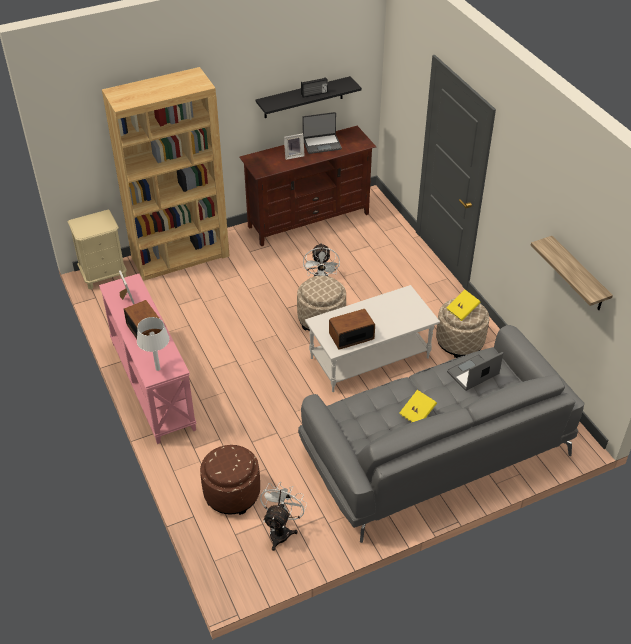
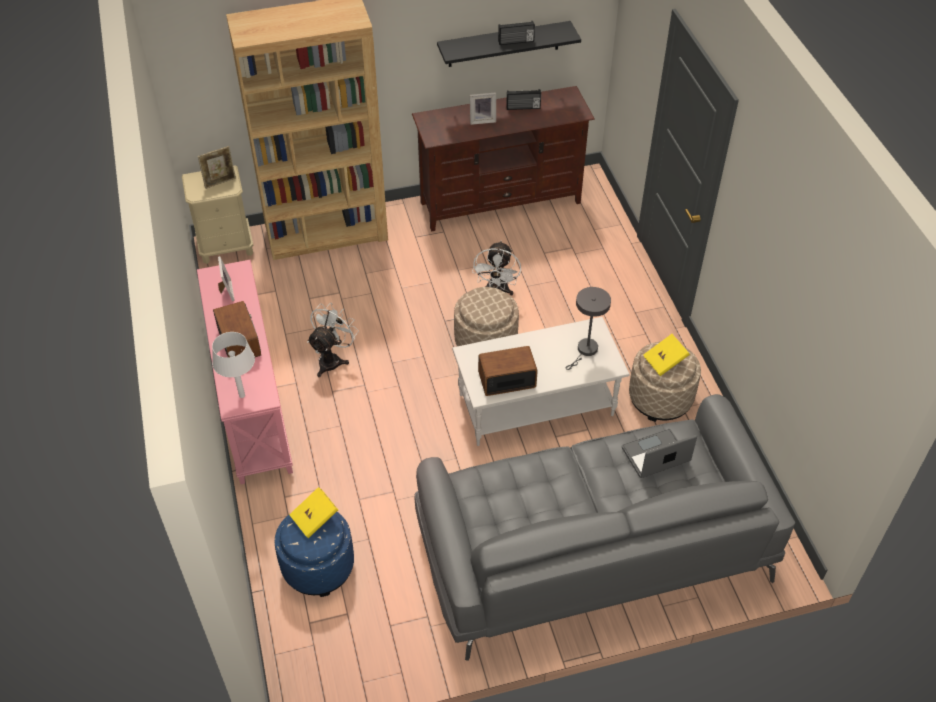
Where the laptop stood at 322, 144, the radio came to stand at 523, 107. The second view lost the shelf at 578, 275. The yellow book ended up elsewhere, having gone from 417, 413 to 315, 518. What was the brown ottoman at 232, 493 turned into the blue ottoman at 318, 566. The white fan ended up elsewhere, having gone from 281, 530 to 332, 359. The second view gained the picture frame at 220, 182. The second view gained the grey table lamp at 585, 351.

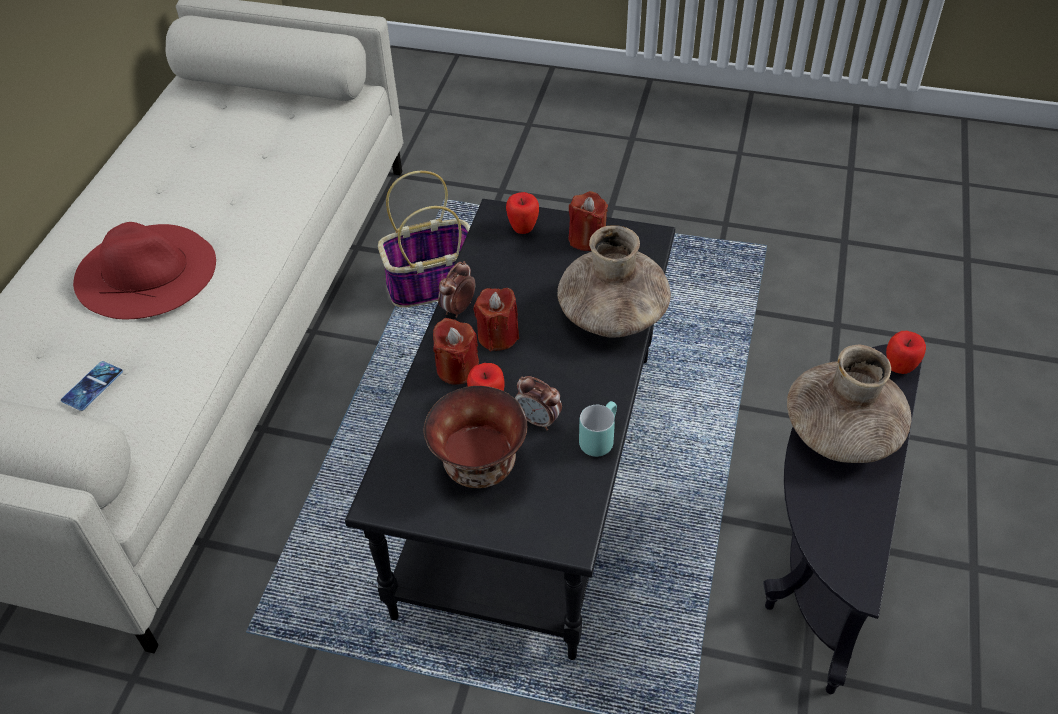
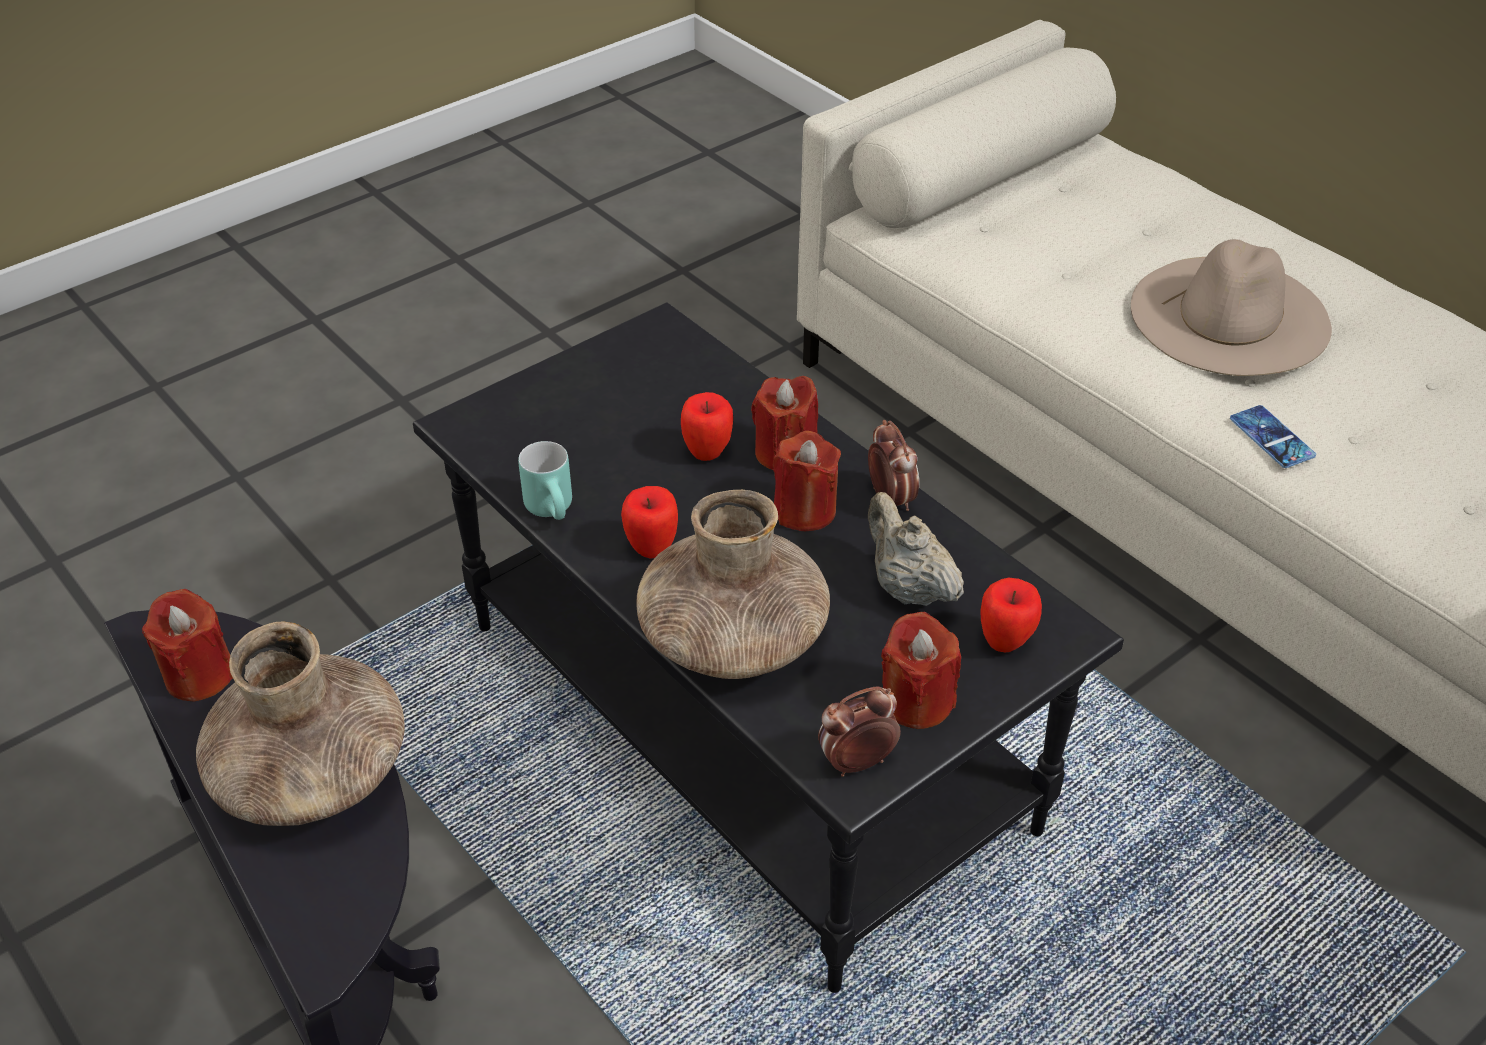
The second view lost the basket at 434, 283. What was the red hat at 145, 270 turned into the beige hat at 1230, 315. The apple ended up elsewhere, having gone from 899, 368 to 651, 548. The phone ended up elsewhere, having gone from 92, 386 to 1272, 437. The alarm clock ended up elsewhere, having gone from 538, 420 to 856, 763. The second view lost the bowl at 480, 467. The second view gained the beige teapot at 908, 588. The second view gained the red candle at 199, 675.

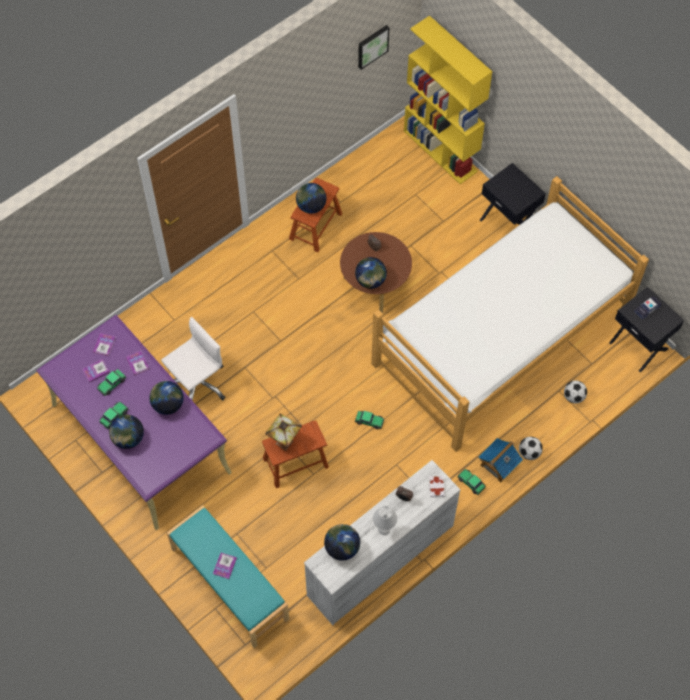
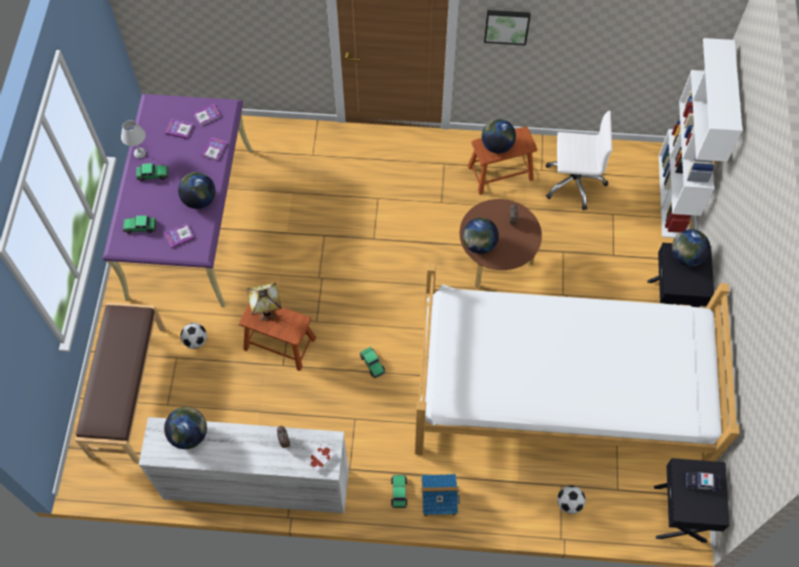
What was the yellow bookcase at 441, 151 turned into the white bookcase at 674, 196. The picture ended up elsewhere, having gone from 372, 46 to 506, 25. The white office chair ended up elsewhere, having gone from 197, 384 to 574, 182. The toy car ended up elsewhere, having gone from 111, 384 to 140, 226. The globe ended up elsewhere, having gone from 128, 438 to 686, 256. The football ended up elsewhere, having gone from 529, 453 to 196, 341. What was the turquoise bench at 229, 584 turned into the brown bench at 127, 391. The white table lamp ended up elsewhere, having gone from 384, 529 to 139, 154. The book ended up elsewhere, having gone from 225, 566 to 179, 236.

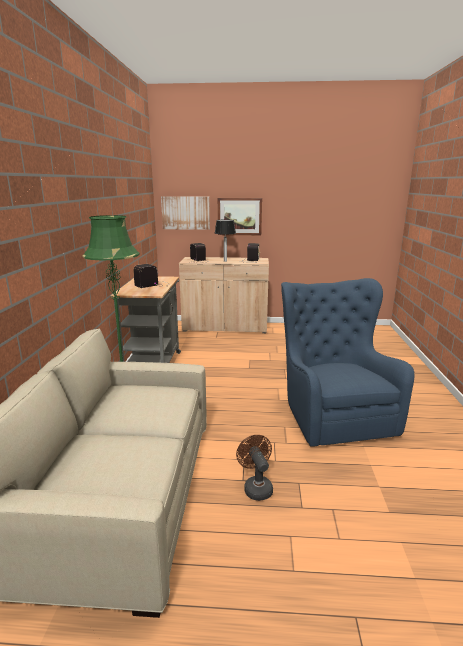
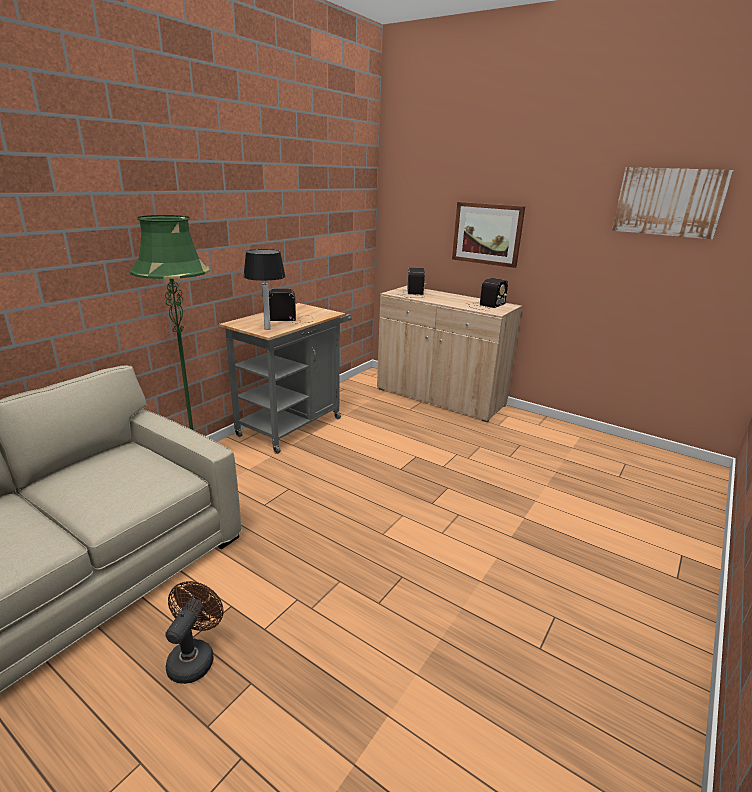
The picture ended up elsewhere, having gone from 185, 213 to 668, 202. The table lamp ended up elsewhere, having gone from 225, 261 to 267, 329. The second view lost the blue armchair at 332, 413.

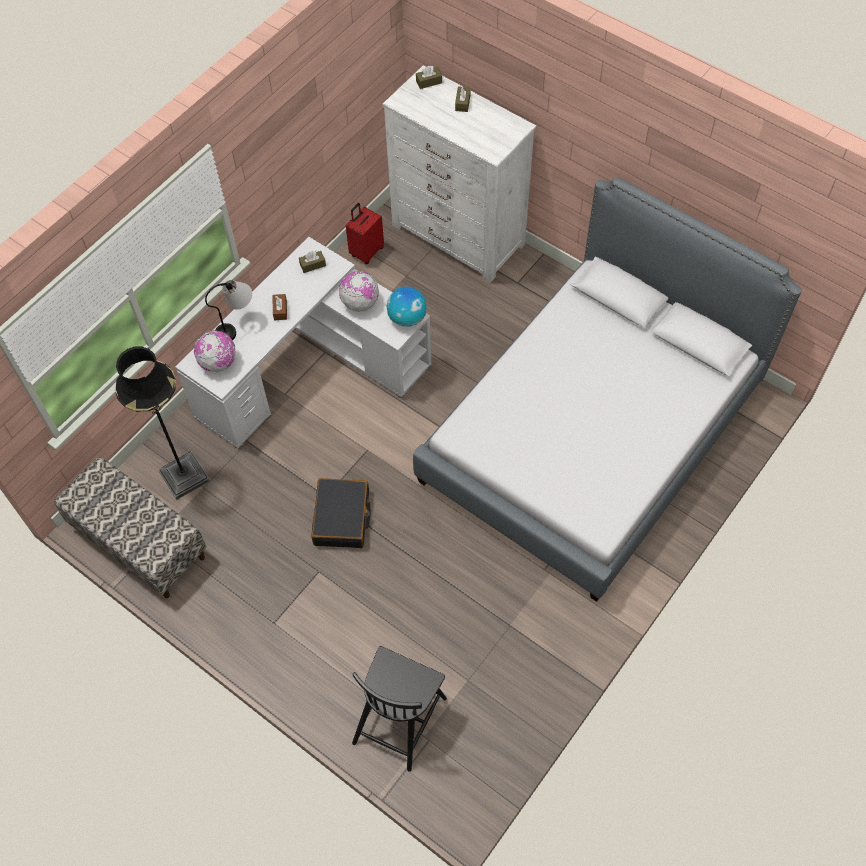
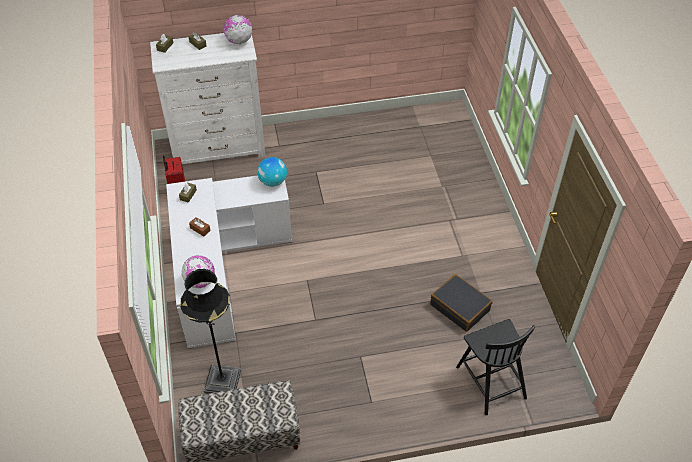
The second view lost the bed at 590, 432. The globe ended up elsewhere, having gone from 360, 303 to 239, 41. The second view lost the table lamp at 237, 325. The black suitcase ended up elsewhere, having gone from 342, 518 to 460, 307.

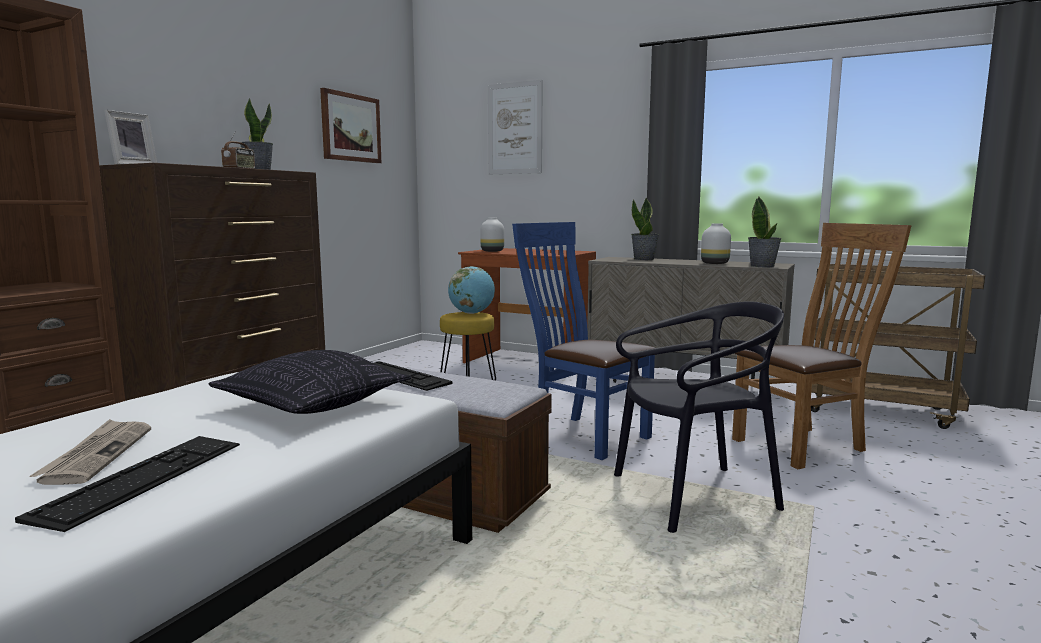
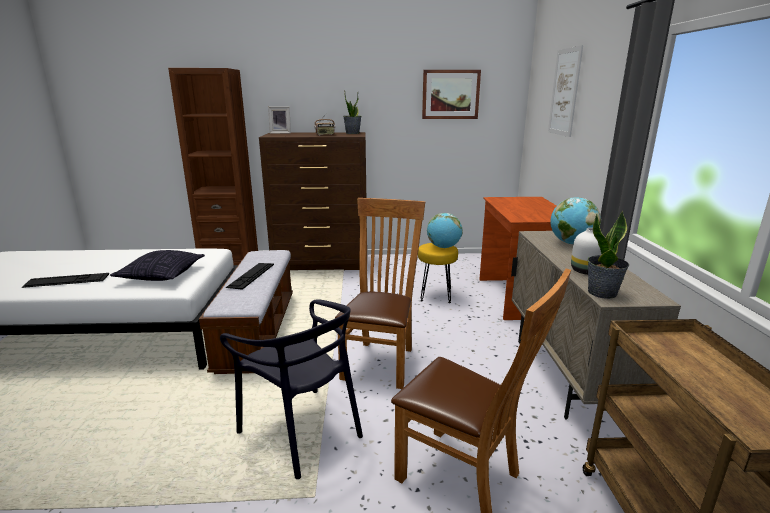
Where the potted plant stood at 644, 259, the globe came to stand at 571, 243. The second view lost the white vase at 493, 251. What was the blue chair at 583, 434 turned into the brown chair at 381, 361. The second view lost the newspaper at 97, 454.

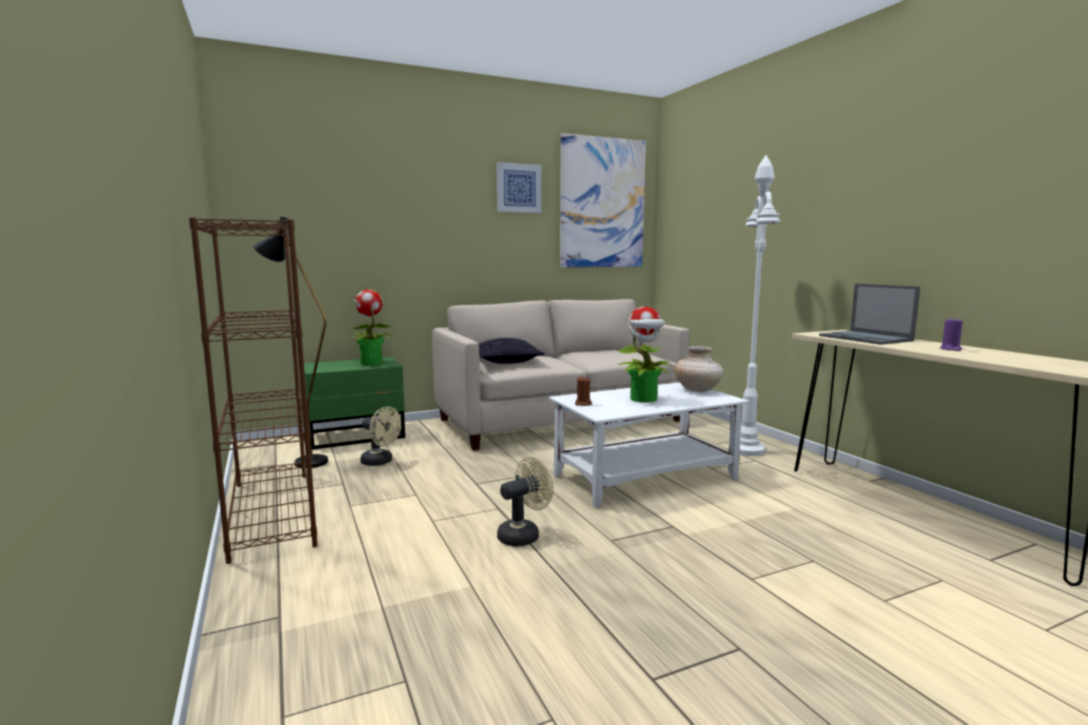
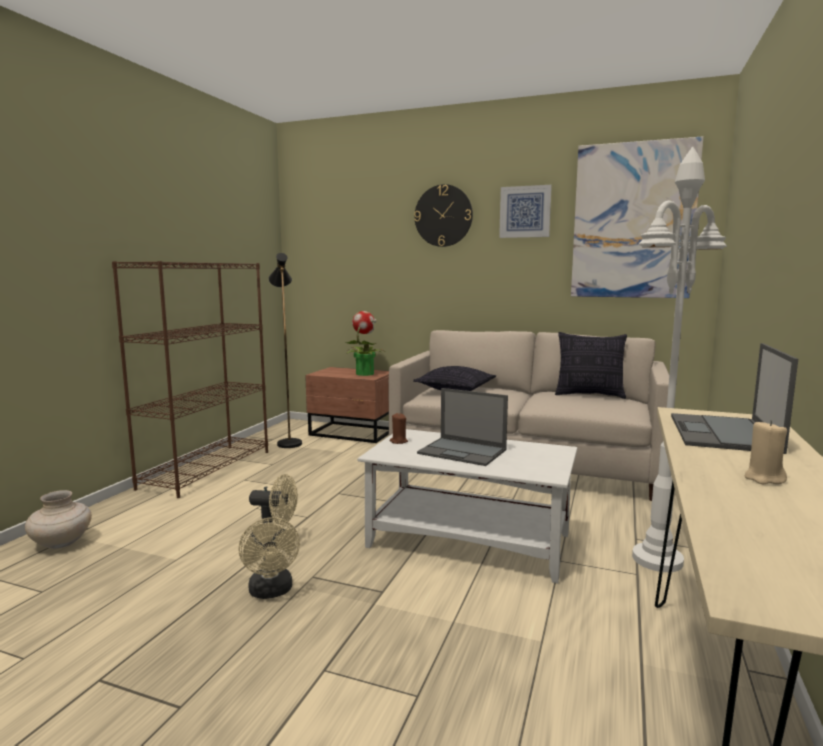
Where the potted plant stood at 644, 399, the laptop came to stand at 463, 452. What was the purple candle at 950, 349 turned into the beige candle at 764, 478. The beige vase ended up elsewhere, having gone from 697, 390 to 61, 543. What was the green nightstand at 357, 436 turned into the brown nightstand at 352, 433. The beige fan ended up elsewhere, having gone from 380, 462 to 271, 592. The second view gained the wall clock at 443, 216. The second view gained the pillow at 589, 395.

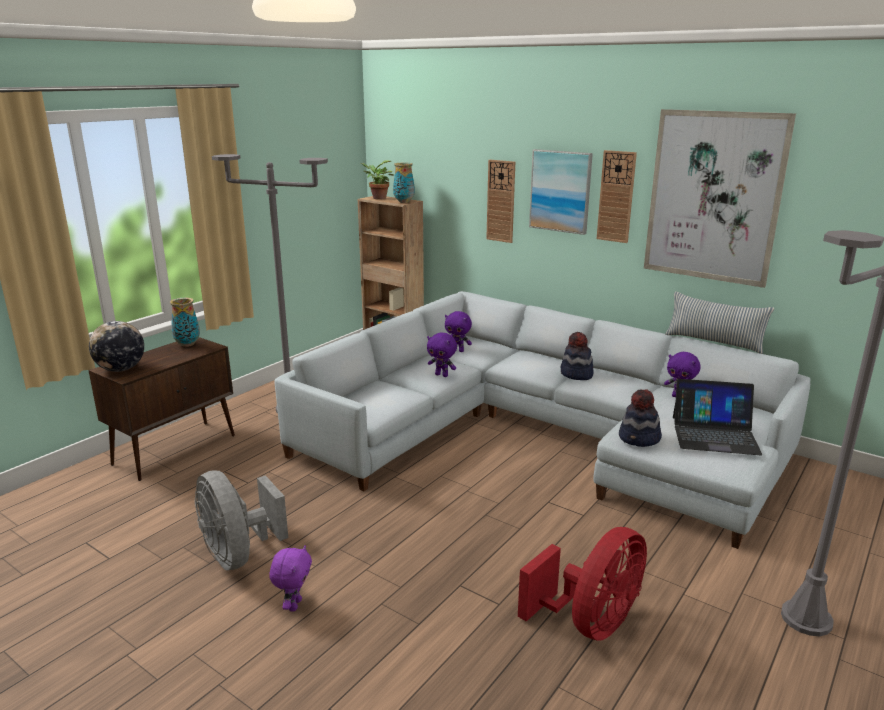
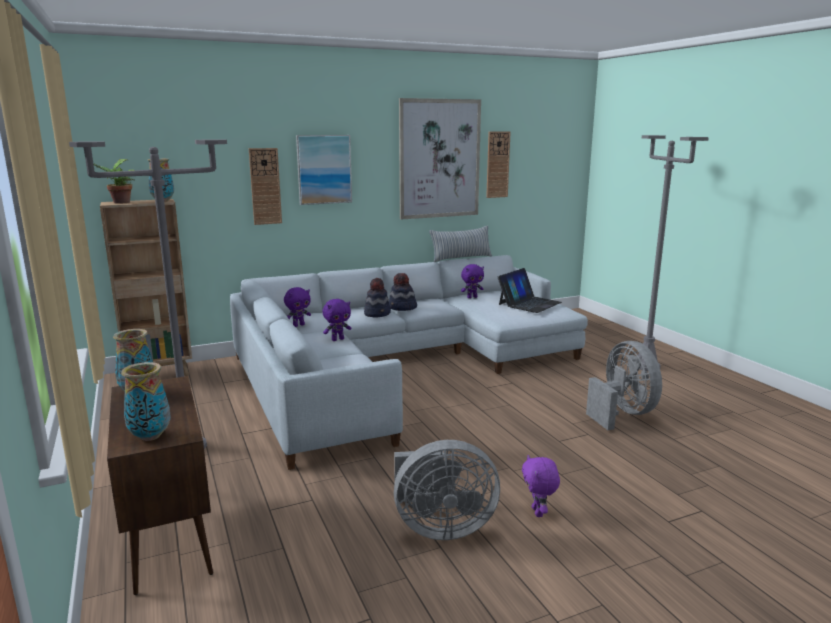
The wall clock ended up elsewhere, having gone from 616, 196 to 497, 164. Where the globe stood at 121, 369, the vase came to stand at 150, 437. The hat ended up elsewhere, having gone from 639, 439 to 377, 314. What was the red fan at 590, 623 turned into the grey fan at 622, 413. The purple plush toy at 294, 605 ended up facing another way, 135 degrees counterclockwise from before.

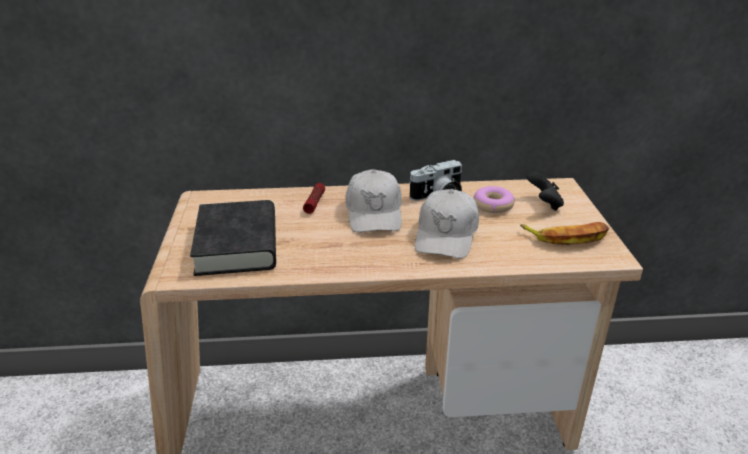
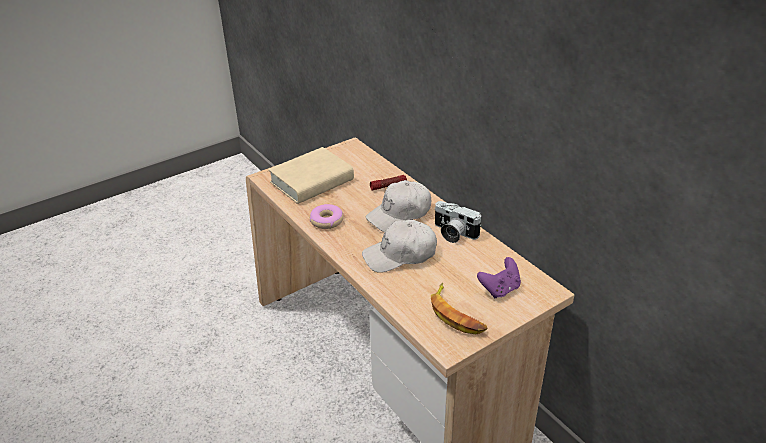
What was the black game controller at 544, 204 turned into the purple game controller at 500, 289. The donut ended up elsewhere, having gone from 493, 205 to 327, 221. What was the black book at 237, 245 turned into the beige book at 312, 181.

